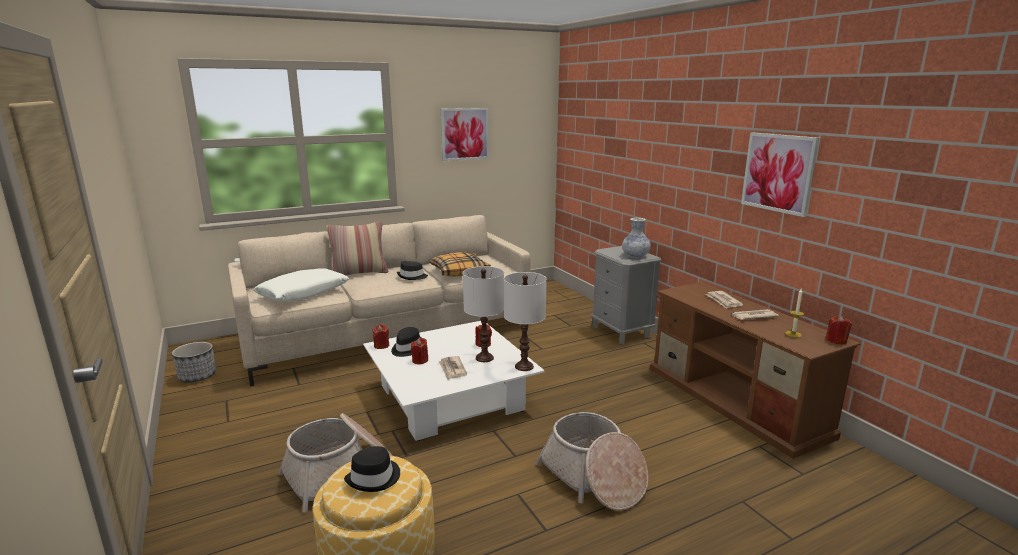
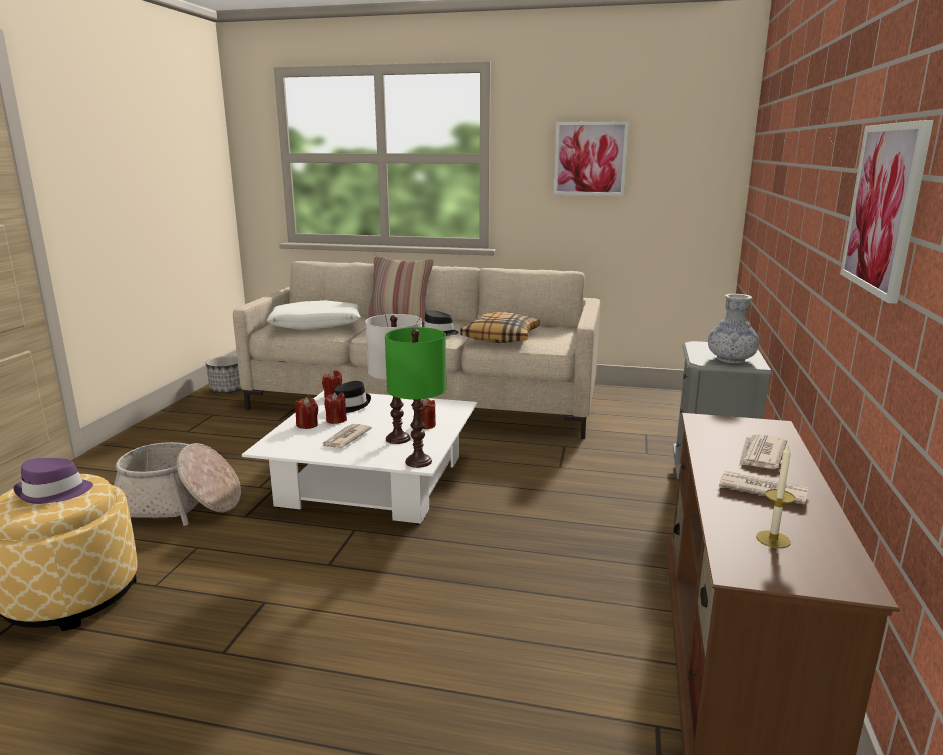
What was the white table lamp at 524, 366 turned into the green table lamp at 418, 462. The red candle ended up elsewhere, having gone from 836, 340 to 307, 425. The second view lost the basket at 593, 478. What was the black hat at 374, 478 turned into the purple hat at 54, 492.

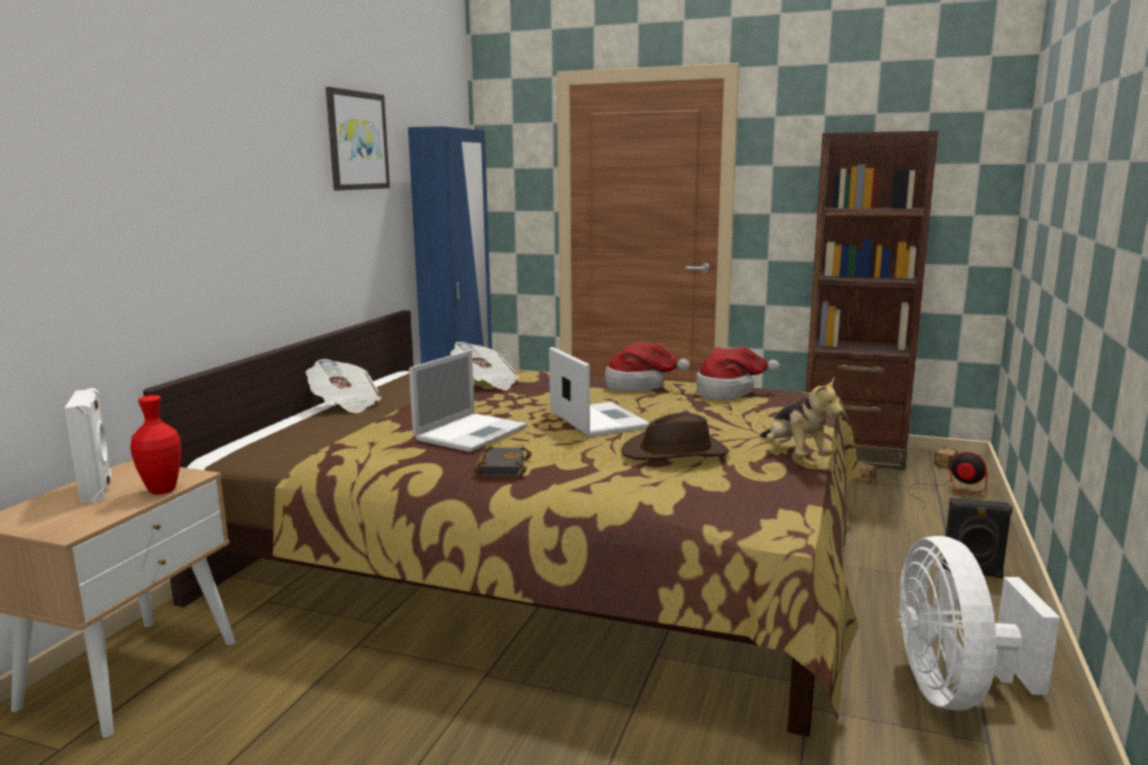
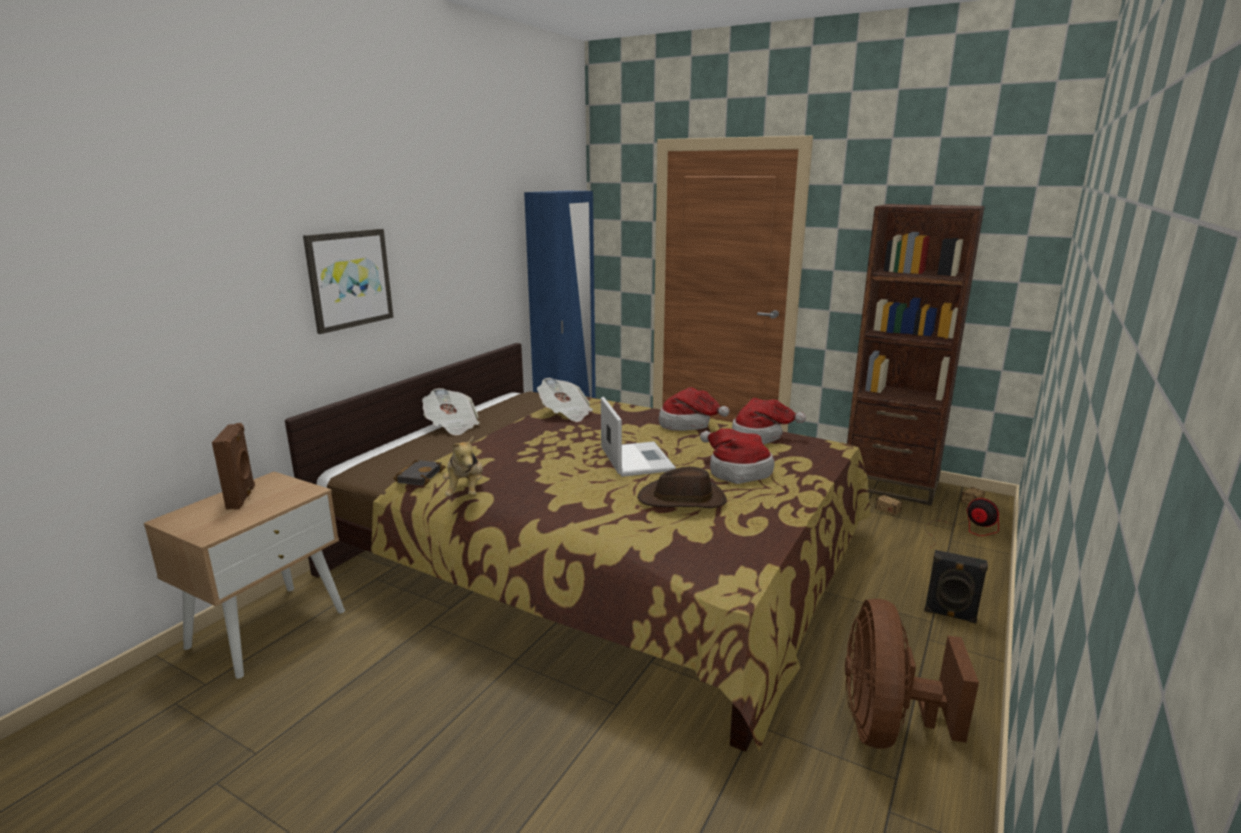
The picture ended up elsewhere, having gone from 357, 140 to 349, 279. The second view lost the laptop at 472, 432. The plush toy ended up elsewhere, having gone from 795, 454 to 466, 491. What was the white speaker at 98, 489 turned into the brown speaker at 242, 498. The second view lost the red vase at 162, 490. The black book ended up elsewhere, having gone from 501, 466 to 419, 476. What was the white fan at 954, 690 turned into the brown fan at 886, 726. The second view gained the hat at 736, 471.

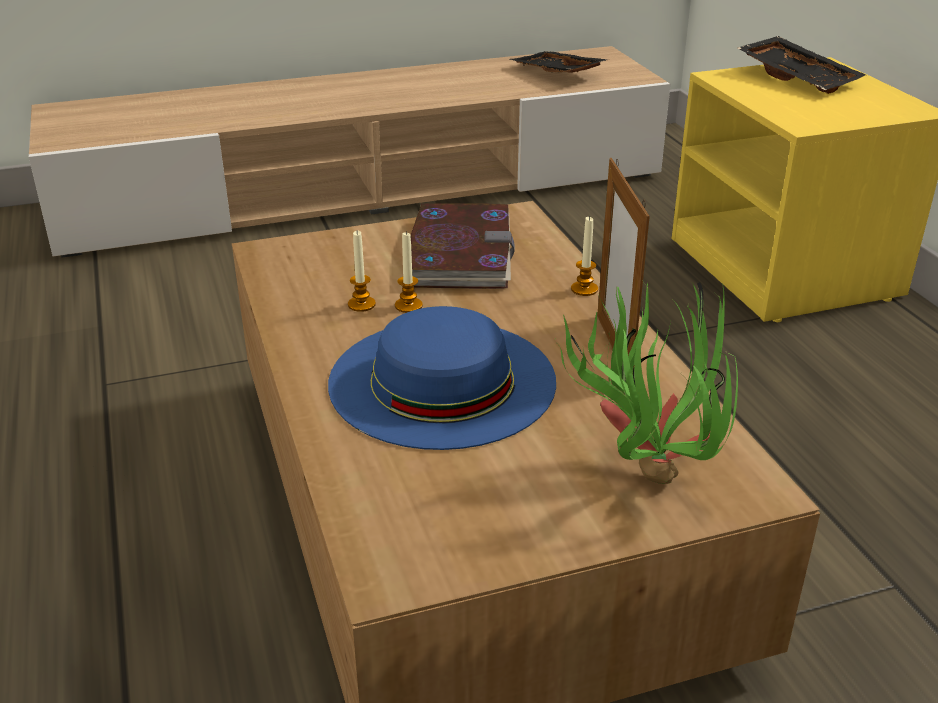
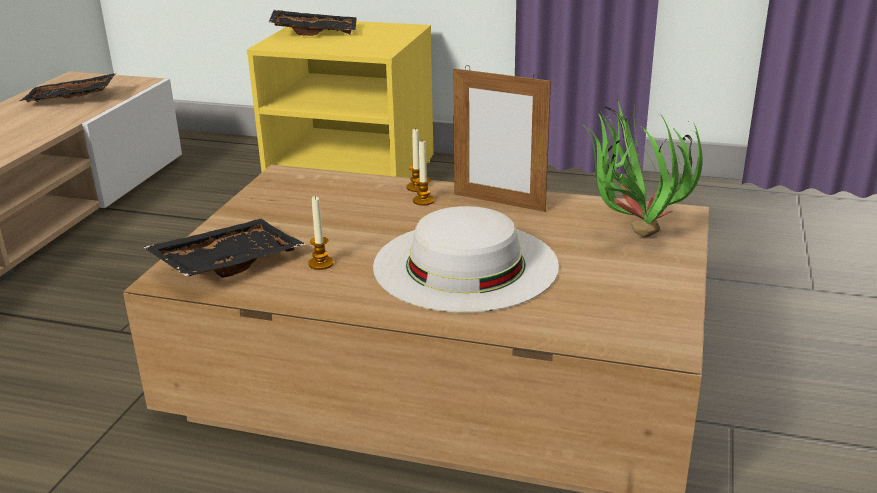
The second view lost the book at 460, 252. The candle ended up elsewhere, having gone from 408, 306 to 423, 200. What was the blue hat at 442, 380 turned into the white hat at 465, 264. The second view gained the black tray at 227, 263.

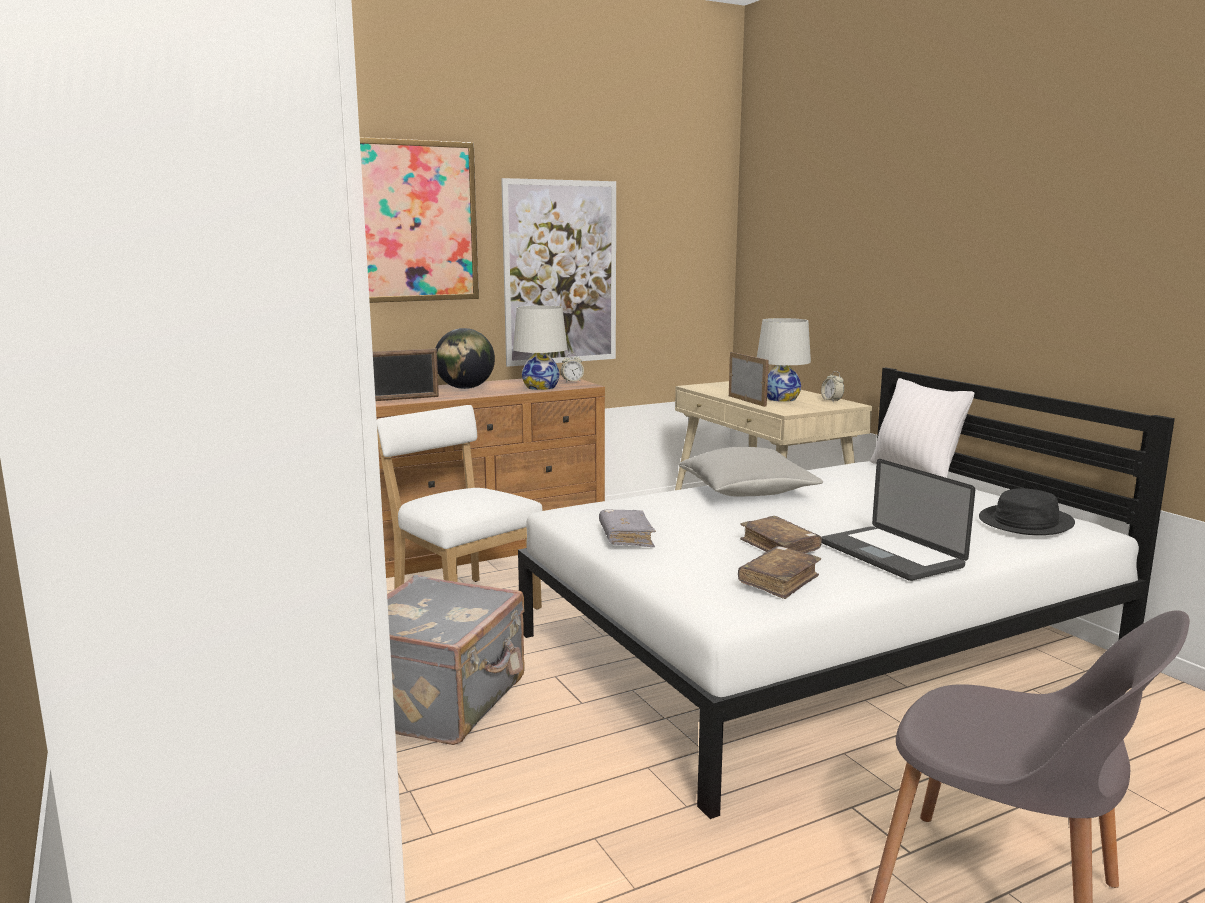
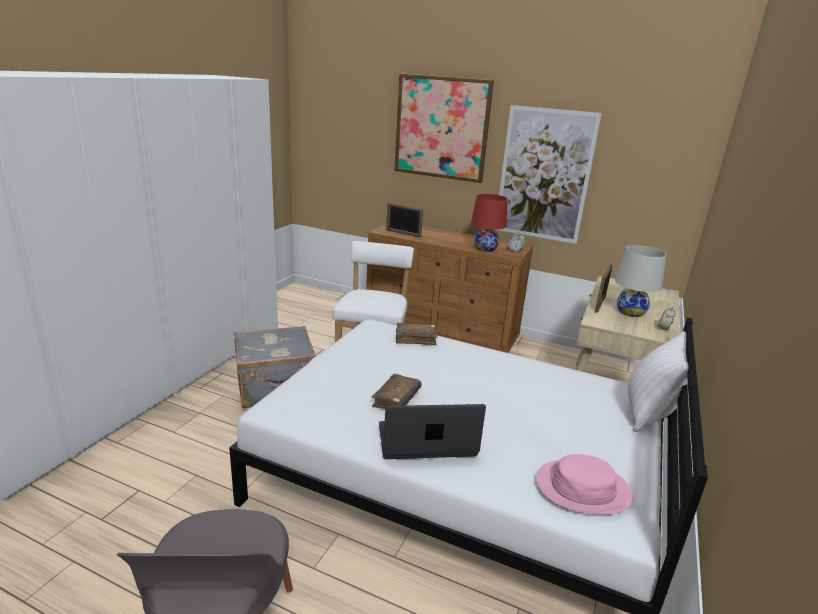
What was the white table lamp at 541, 387 turned into the red table lamp at 485, 248. The second view lost the globe at 465, 388. The second view lost the grey pillow at 747, 491. The laptop at 890, 555 ended up facing another way, 60 degrees clockwise from before. What was the black hat at 1025, 522 turned into the pink hat at 582, 488. The second view lost the grey book at 626, 537. The brown book ended up elsewhere, having gone from 779, 581 to 415, 338.

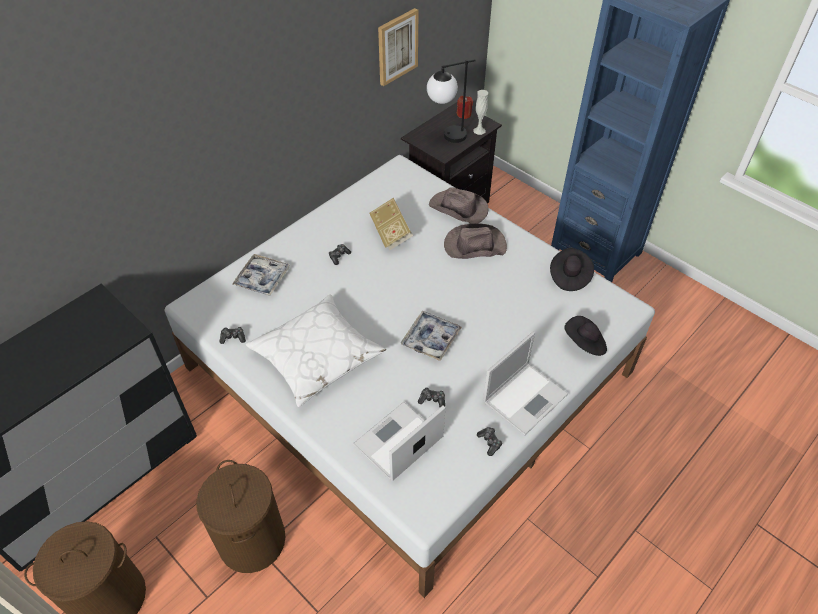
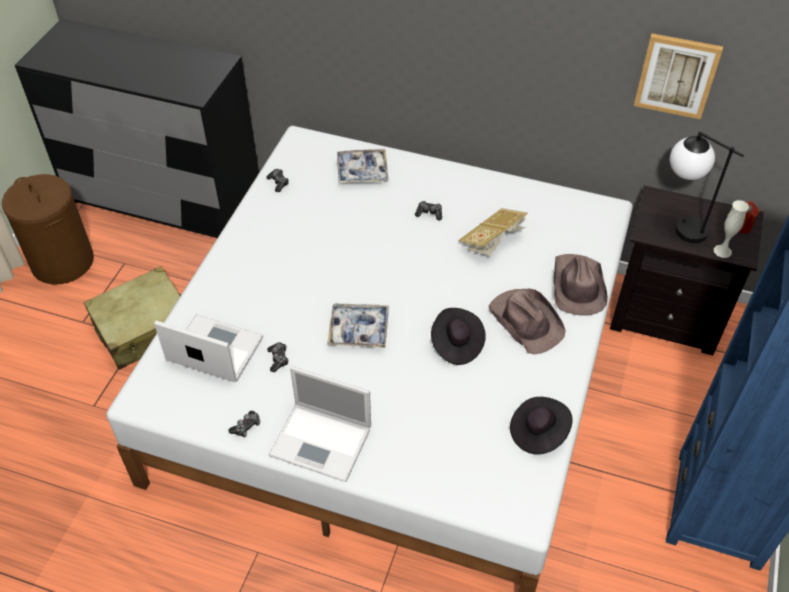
The second view lost the white pillow at 317, 356. The black hat ended up elsewhere, having gone from 584, 343 to 456, 344. Where the brown laundry basket stood at 252, 540, the beige suitcase came to stand at 145, 328.

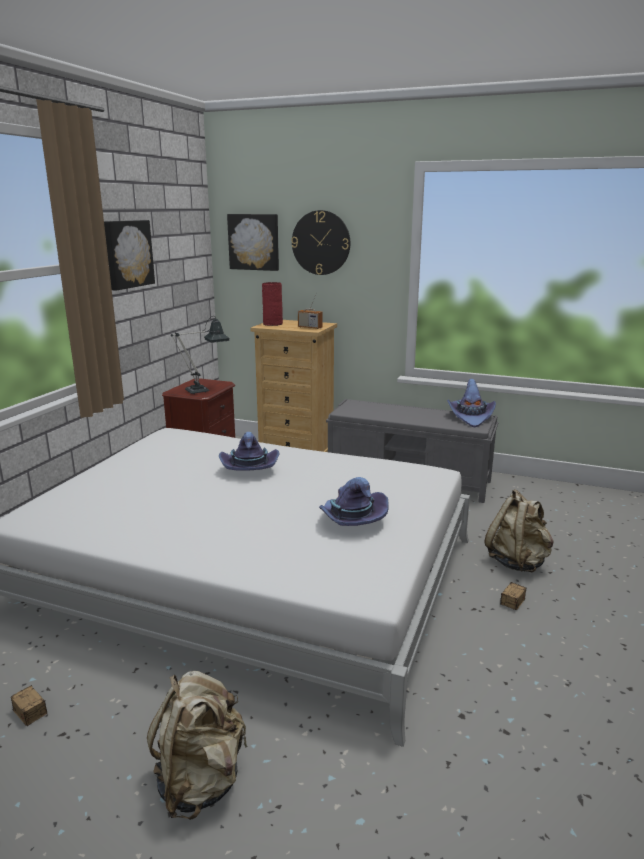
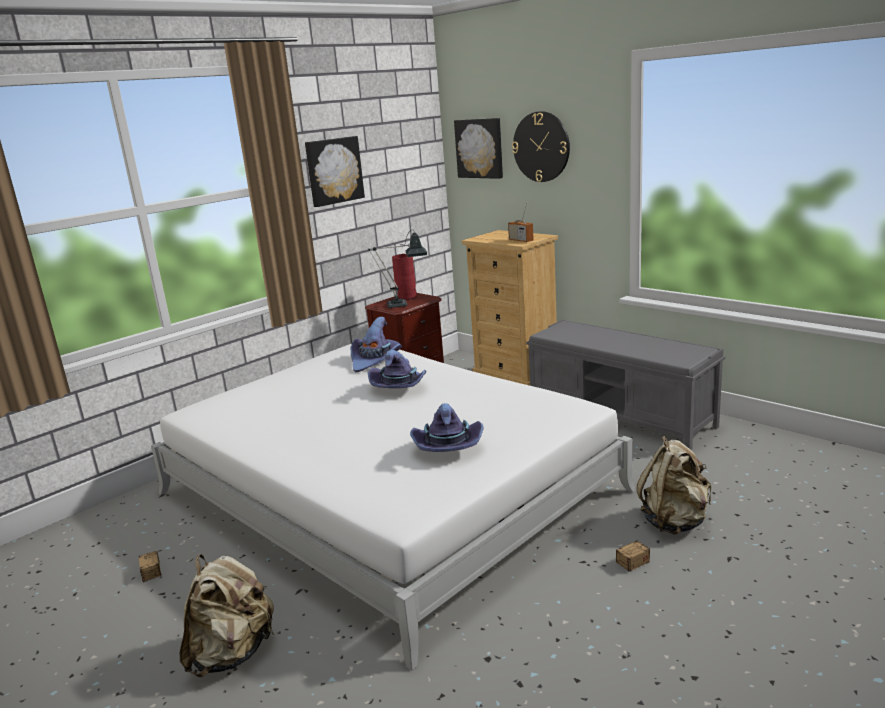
The red vase ended up elsewhere, having gone from 273, 324 to 407, 297. The purple hat ended up elsewhere, having gone from 471, 417 to 375, 360.

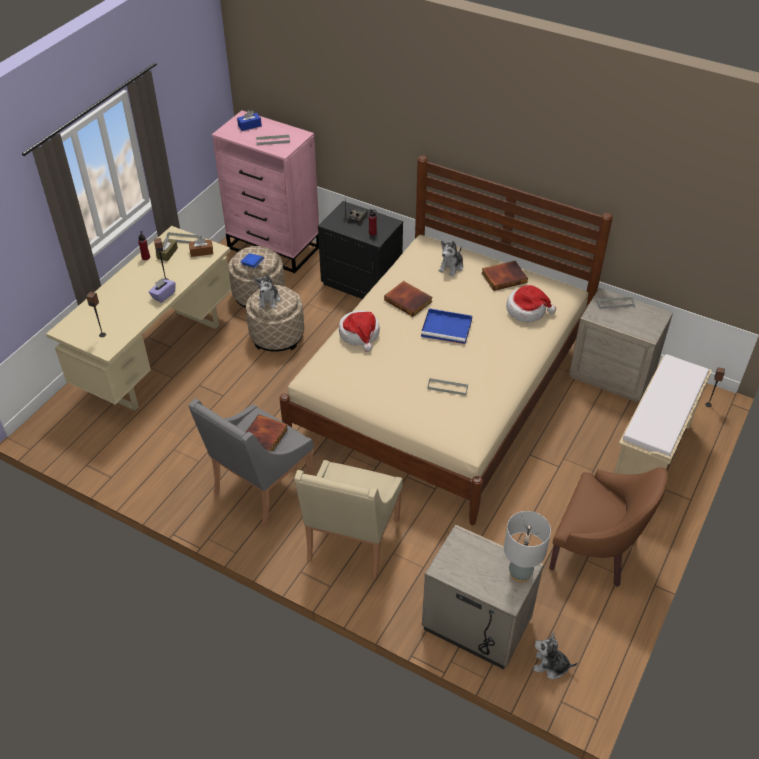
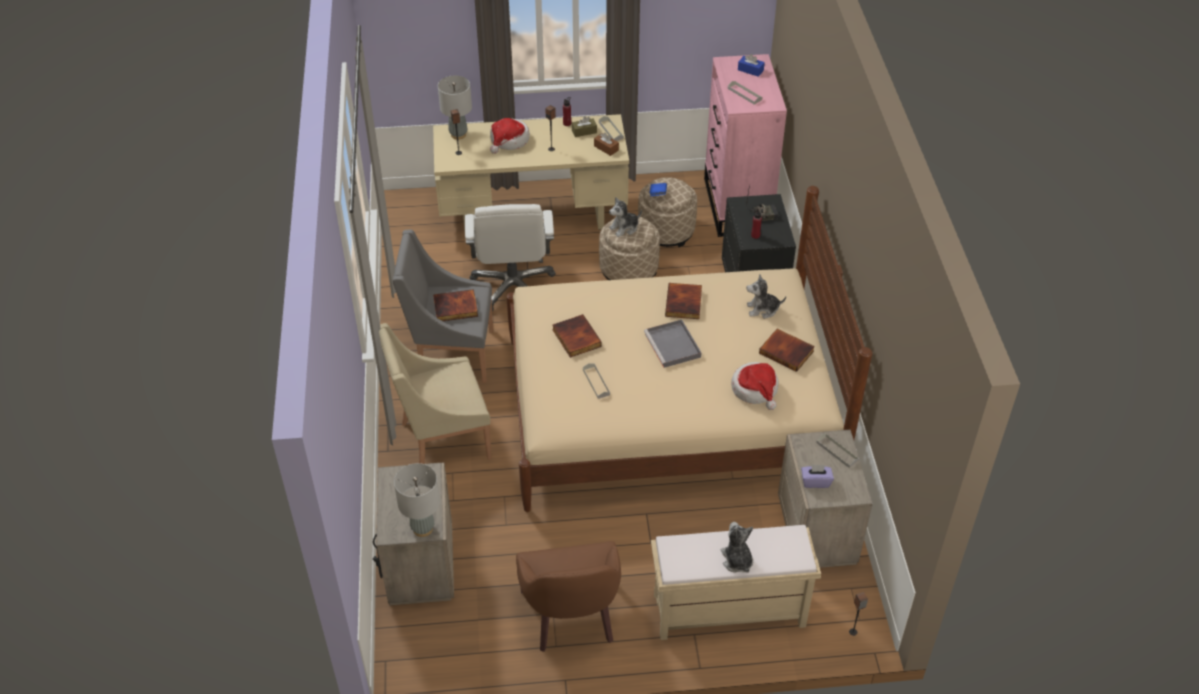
The purple tissue box ended up elsewhere, having gone from 163, 295 to 815, 481. What was the blue tray at 447, 328 turned into the grey tray at 673, 346. The hat ended up elsewhere, having gone from 360, 334 to 509, 141. The plush toy ended up elsewhere, having gone from 550, 666 to 737, 560. The second view gained the grey table lamp at 458, 134. The second view gained the white office chair at 513, 287. The second view gained the book at 575, 338.

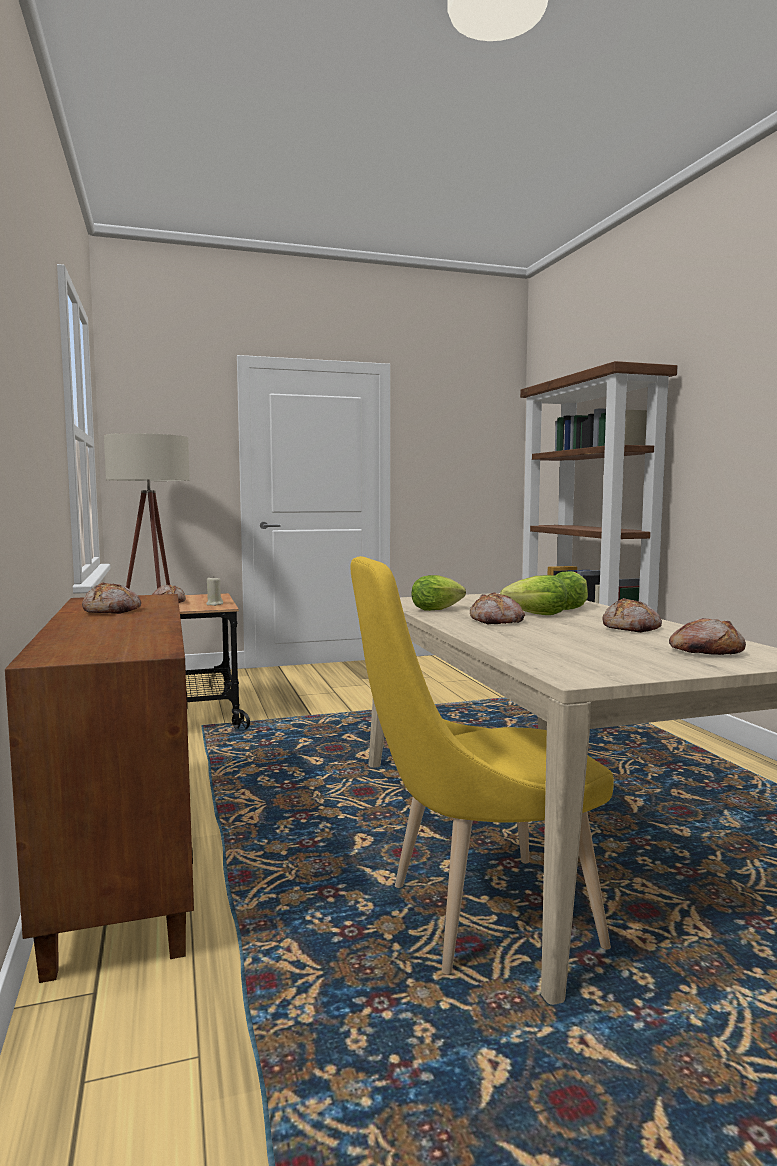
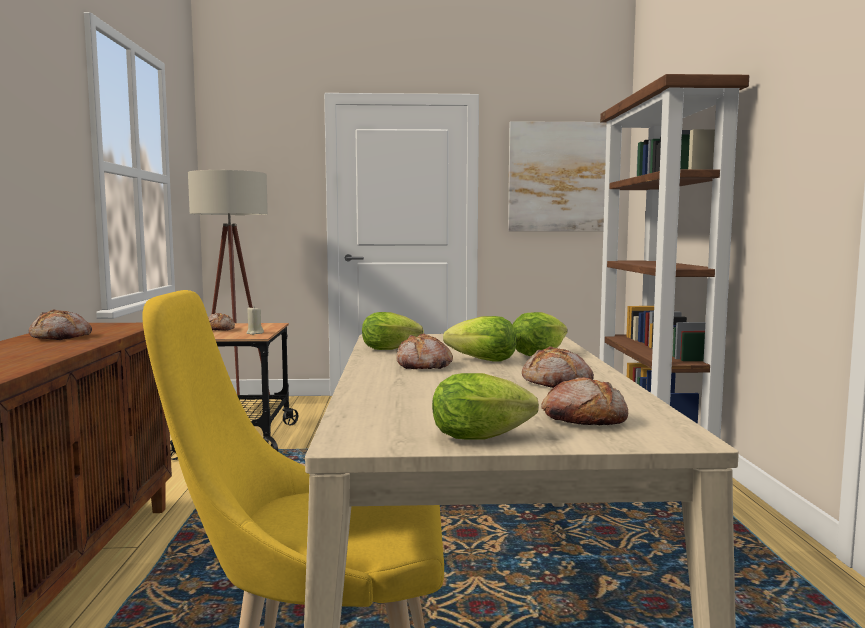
The second view gained the picture at 561, 177. The second view gained the lettuce at 485, 437.

